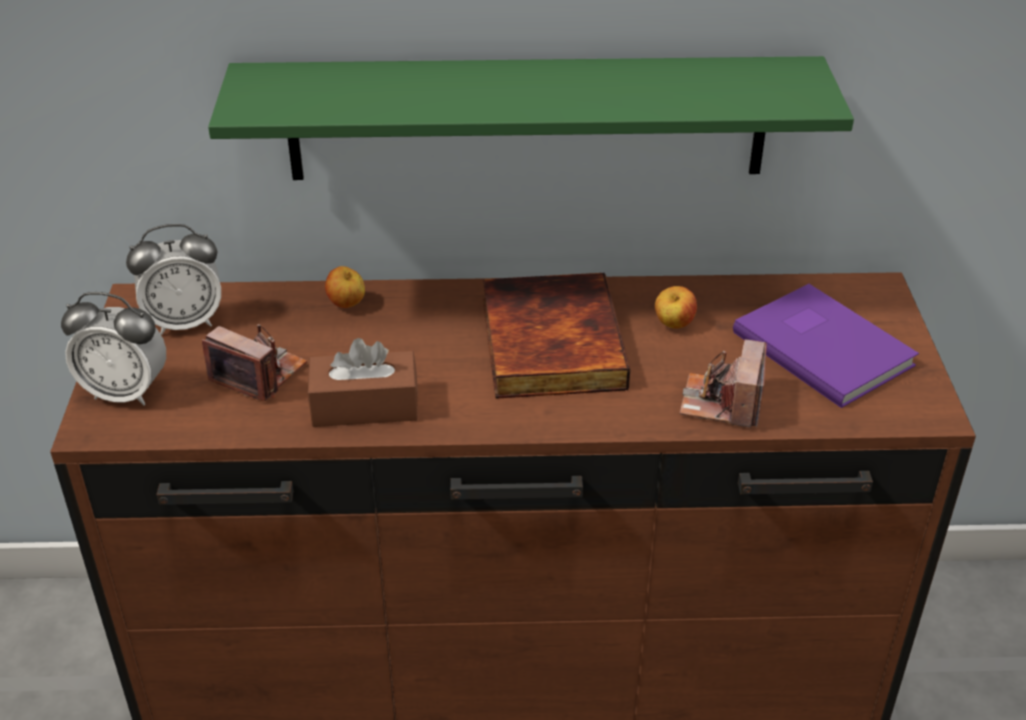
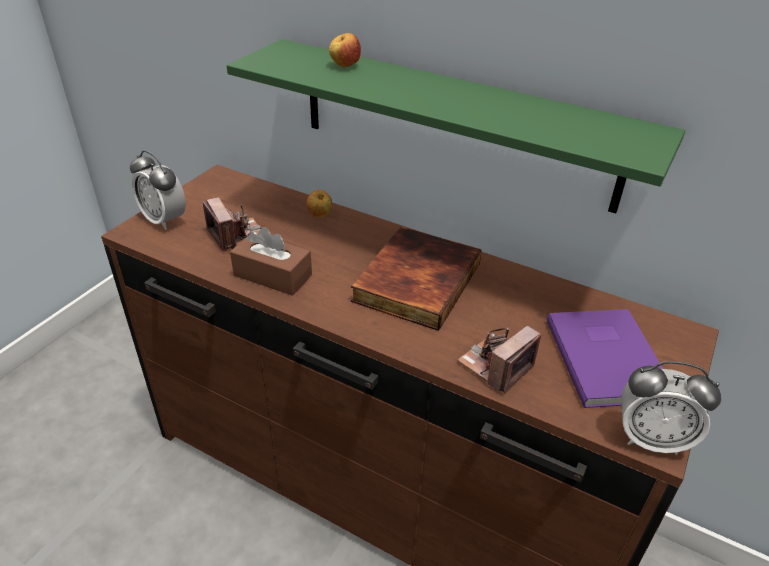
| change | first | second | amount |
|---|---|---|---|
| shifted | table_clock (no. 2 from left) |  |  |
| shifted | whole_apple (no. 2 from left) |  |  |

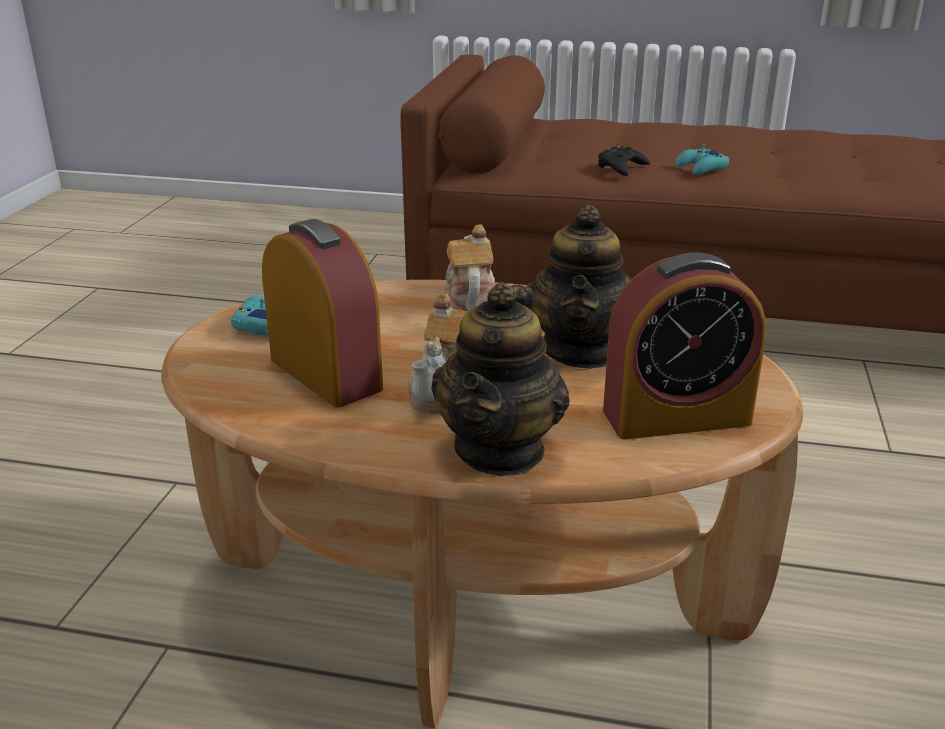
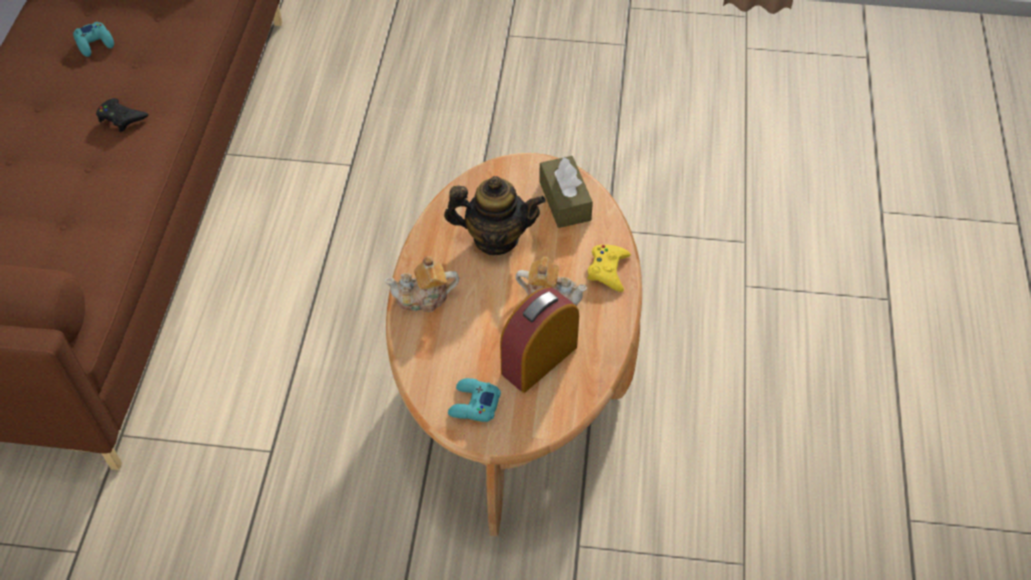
| change | first | second | amount |
|---|---|---|---|
| swapped | pot_for_tea (no. 3 from left) | yellow-coloured_joypad |  |
| shifted | black-coloured_joypad |  |  |
| swapped | table_clock (no. 2 from left) | brownish_box_of_tissues |  |
| shifted | turquoise_joypad (no. 2 from left in the first image) | turquoise_joypad (no. 1 from left) |  |

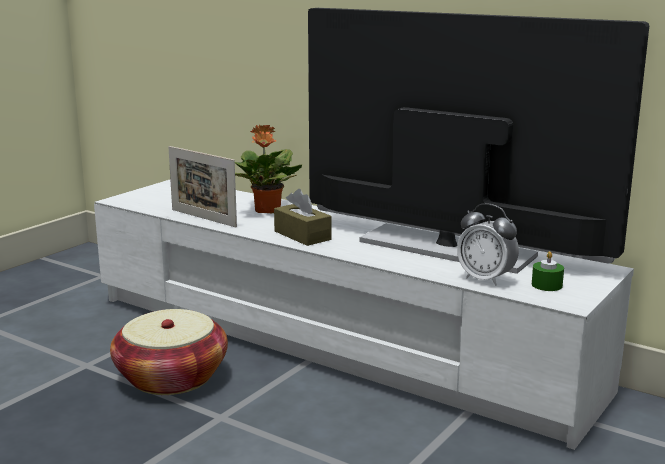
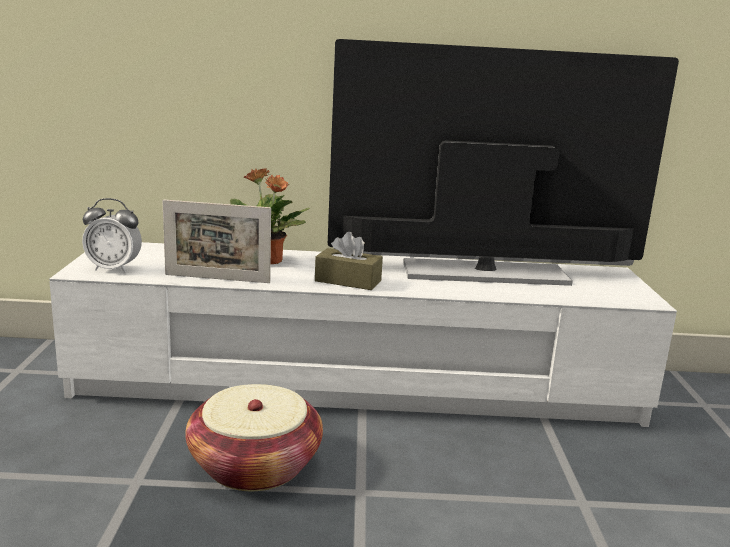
| change | first | second | amount |
|---|---|---|---|
| shifted | table_clock |  |  |
| gone | greenish_wax_candle |  |  |

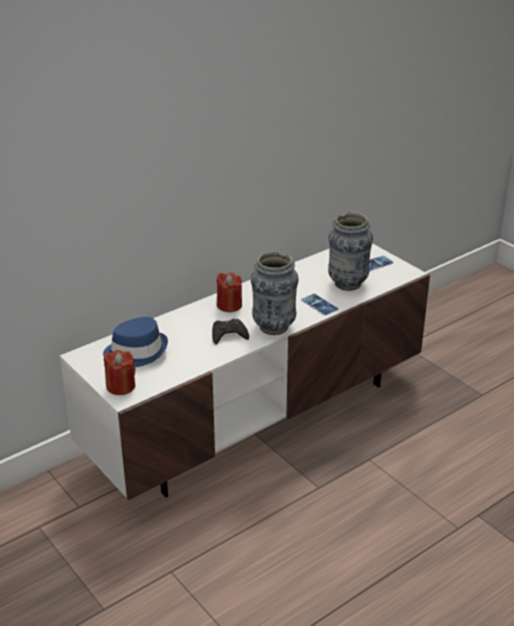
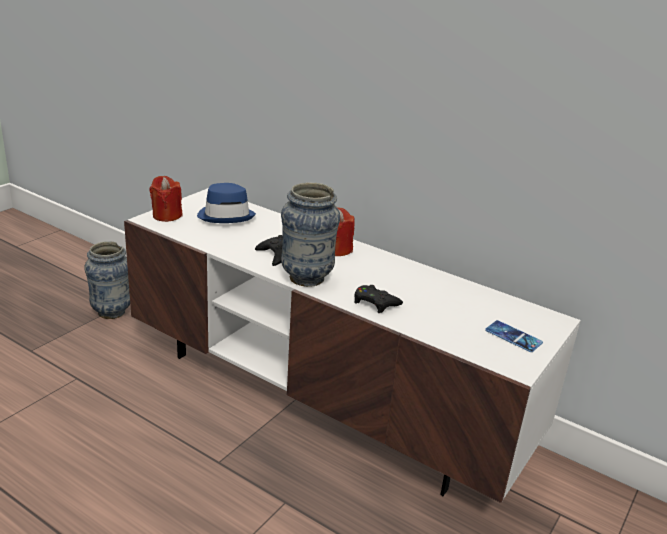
| change | first | second | amount |
|---|---|---|---|
| swapped | handset (no. 1 from left) | black-coloured_joypad (no. 2 from left) |  |
| shifted | decorative_vase (no. 2 from left in the first image) | decorative_vase (no. 1 from left) |  |

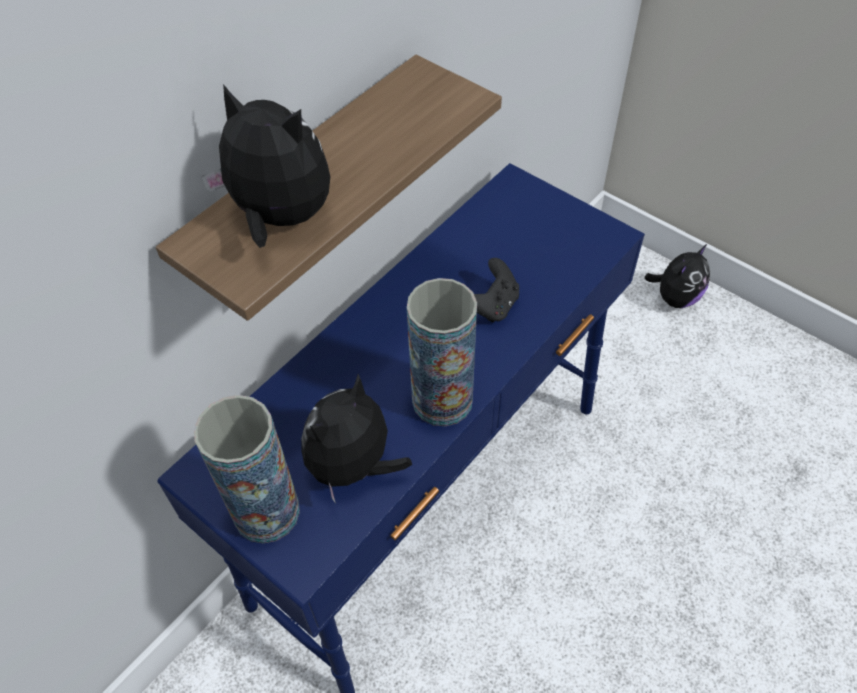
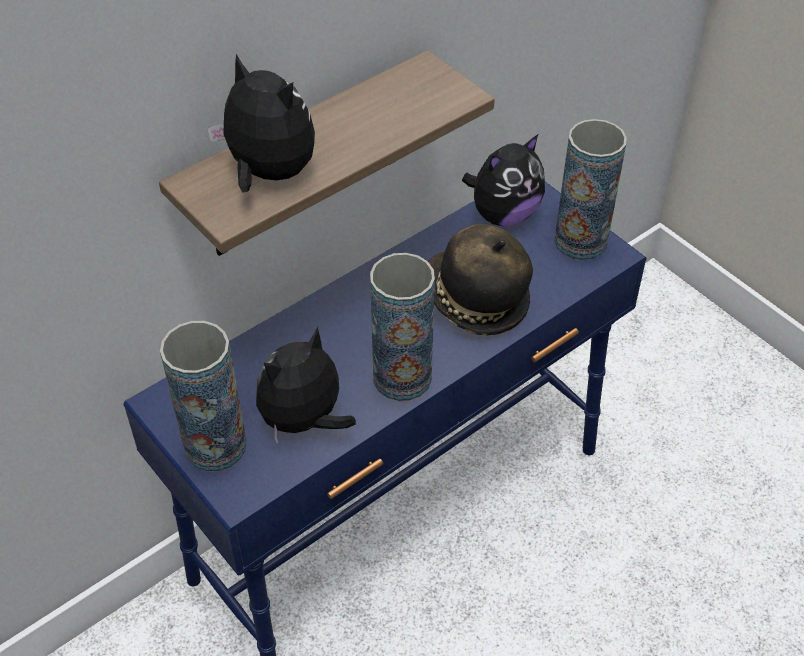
| change | first | second | amount |
|---|---|---|---|
| swapped | black-coloured_joypad | hat |  |
| shifted | soft_toy (no. 3 from left) |  |  |
| new |  | decorative_vase (no. 3 from left) |  |

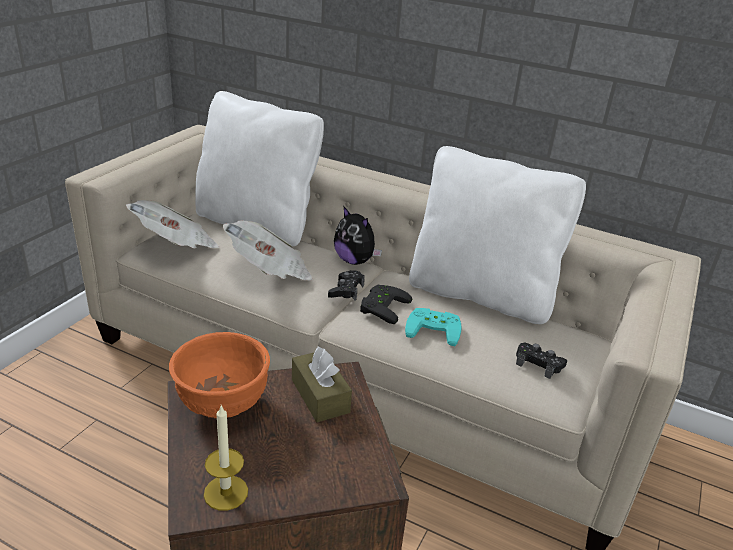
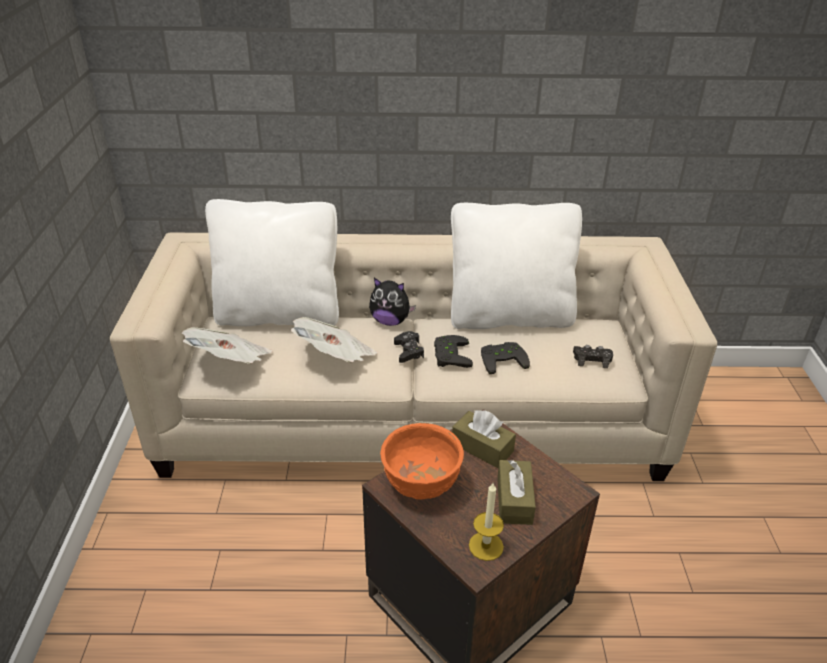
| change | first | second | amount |
|---|---|---|---|
| repainted | turquoise_joypad | black-coloured_joypad (no. 3 from left) |  |
| new |  | brownish_box_of_tissues (no. 2 from left) |  |

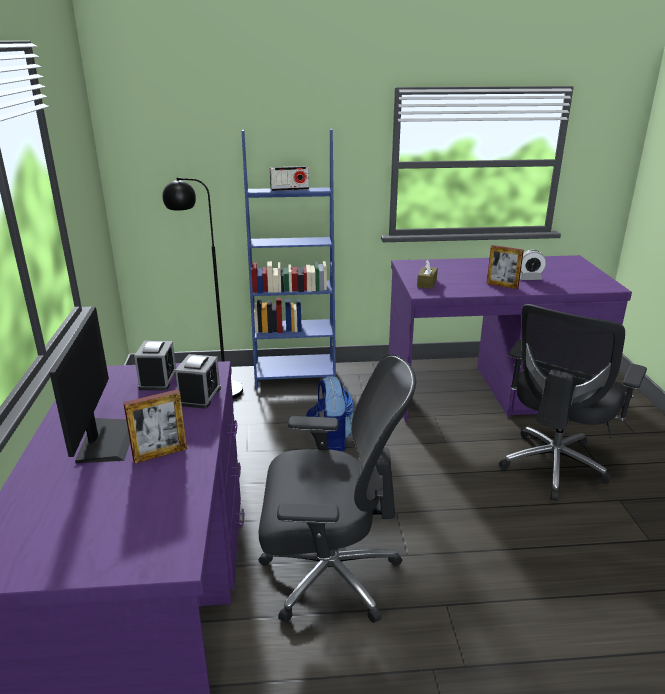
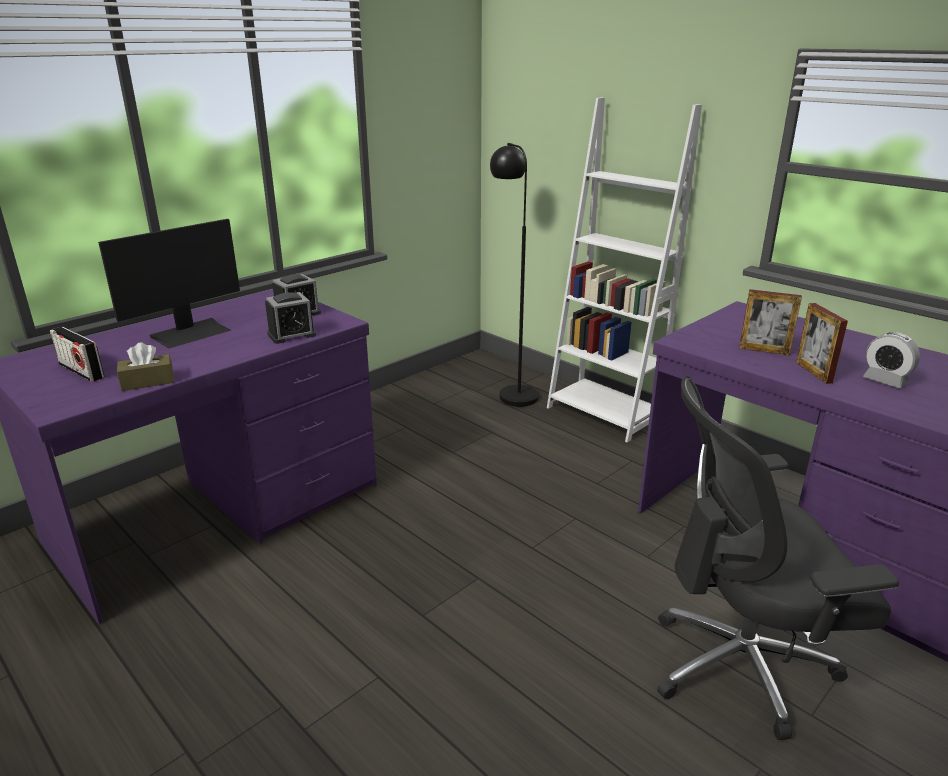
| change | first | second | amount |
|---|---|---|---|
| shifted | picture_frame (no. 1 from left) |  |  |
| repainted | blue_shelving_unit | white_shelving_unit |  |
| gone | desk_chair (no. 1 from left) |  |  |
| shifted | radio_set |  |  |
| gone | backpack |  |  |
| shifted | brownish_box_of_tissues |  |  |

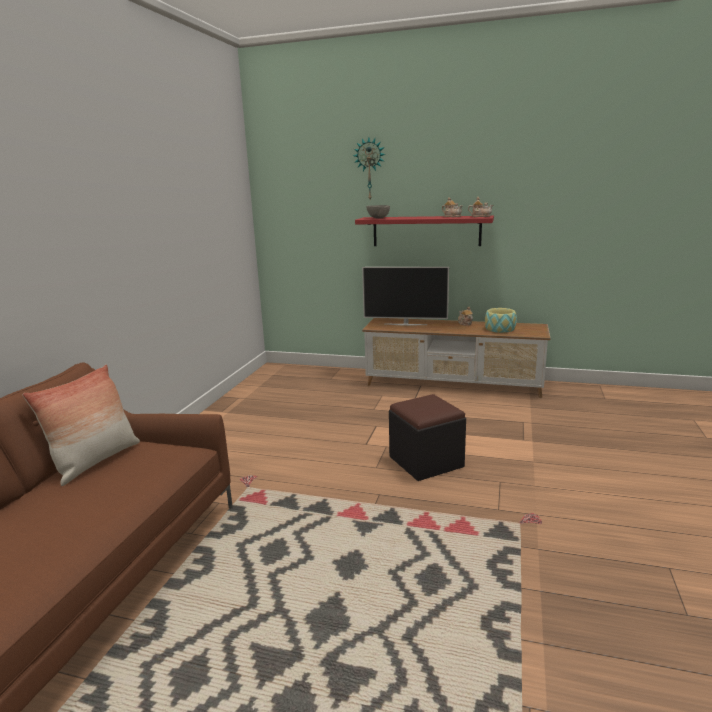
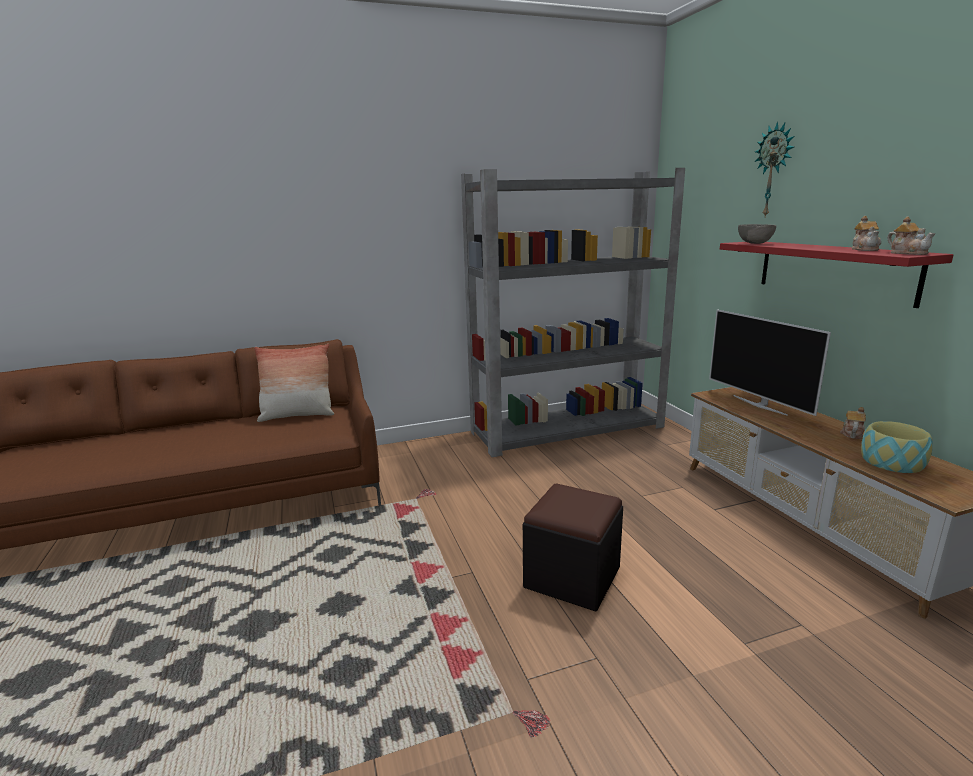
| change | first | second | amount |
|---|---|---|---|
| new |  | grey_shelving_unit |  |

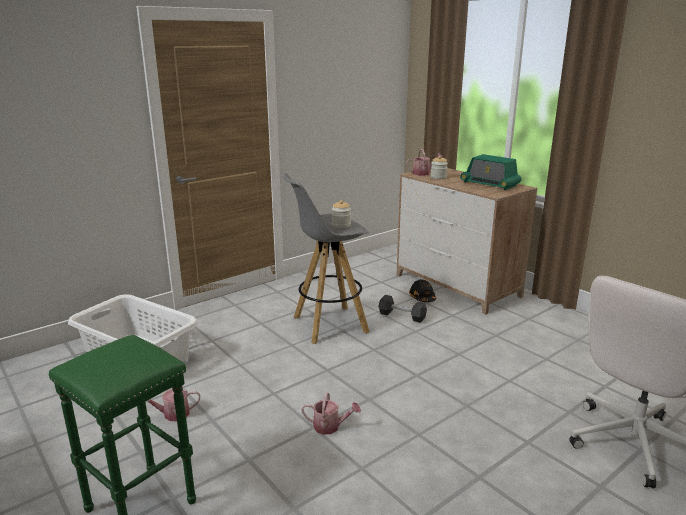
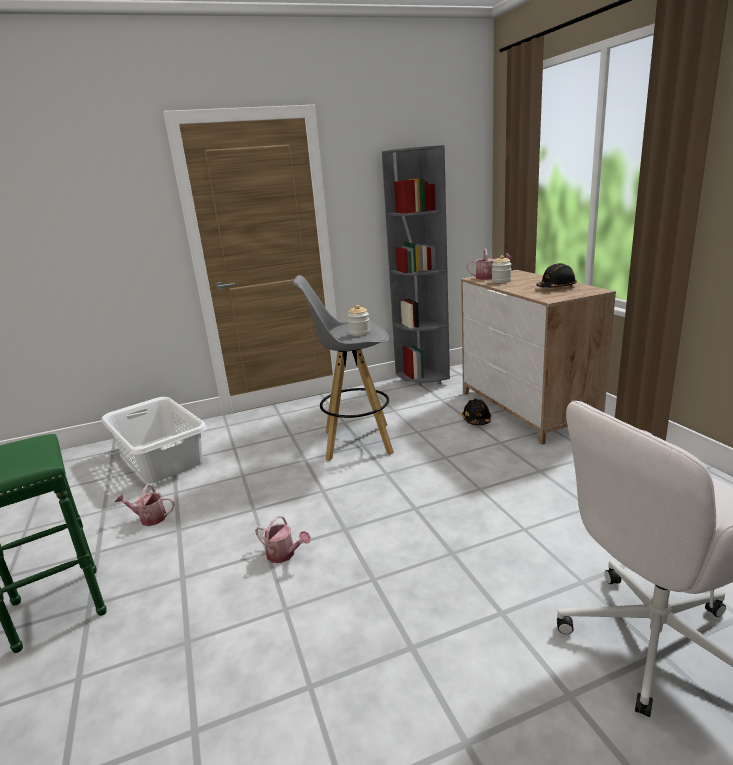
| change | first | second | amount |
|---|---|---|---|
| gone | black-coloured_dumbbell |  |  |
| swapped | radio_set | black-coloured_safety_helmet (no. 2 from left) |  |
| new |  | grey_shelving_unit |  |

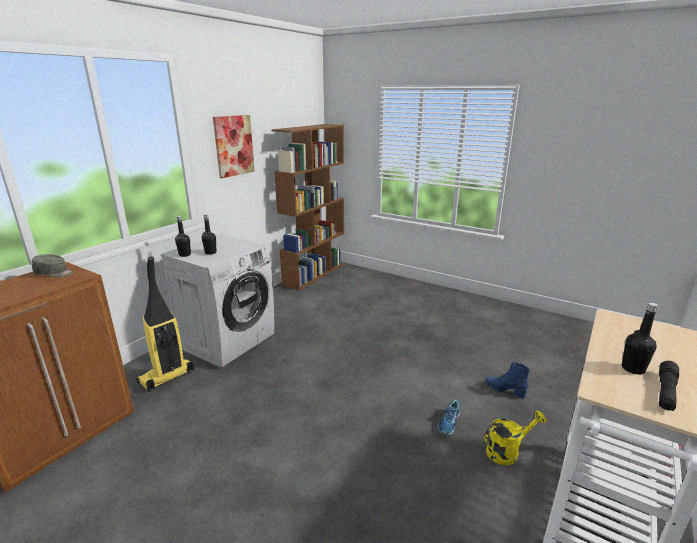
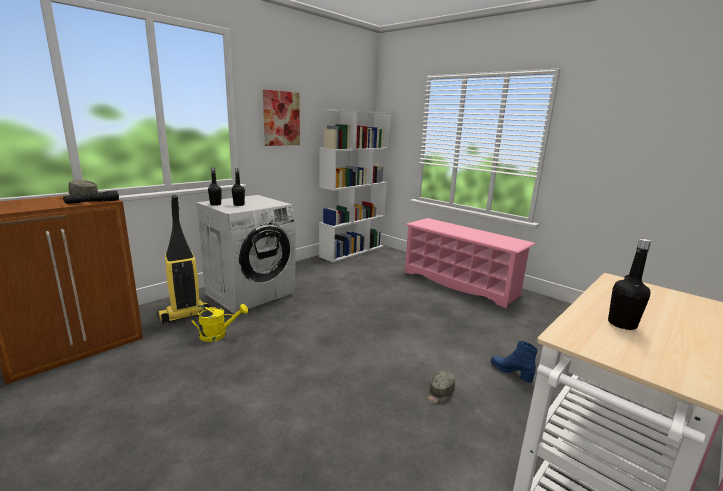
| change | first | second | amount |
|---|---|---|---|
| repainted | brownish_shelving_unit | white_shelving_unit |  |
| swapped | shoe | grey_peaked_cap (no. 2 from left) |  |
| shifted | yellow-coloured_sprinkling_can |  |  |
| shifted | black-coloured_hand_torch |  |  |
| new |  | pink_shoe_rack |  |

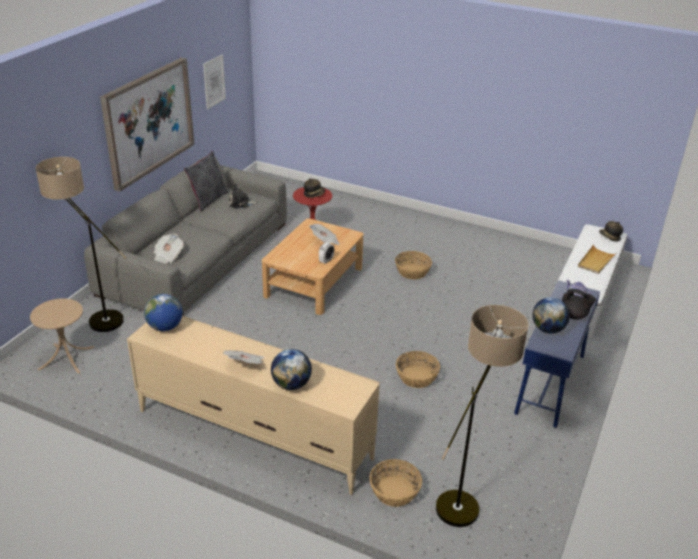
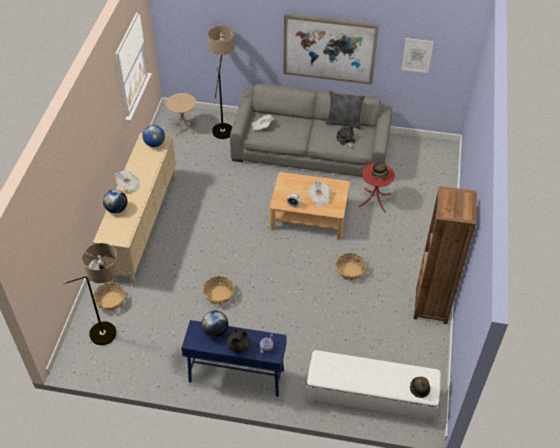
| change | first | second | amount |
|---|---|---|---|
| gone | beige-coloured_serving_tray |  |  |
| new |  | brownish_shelving_unit |  |

